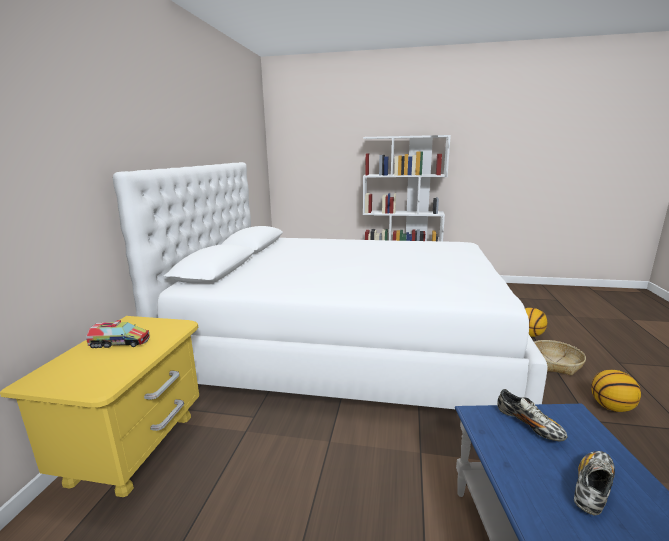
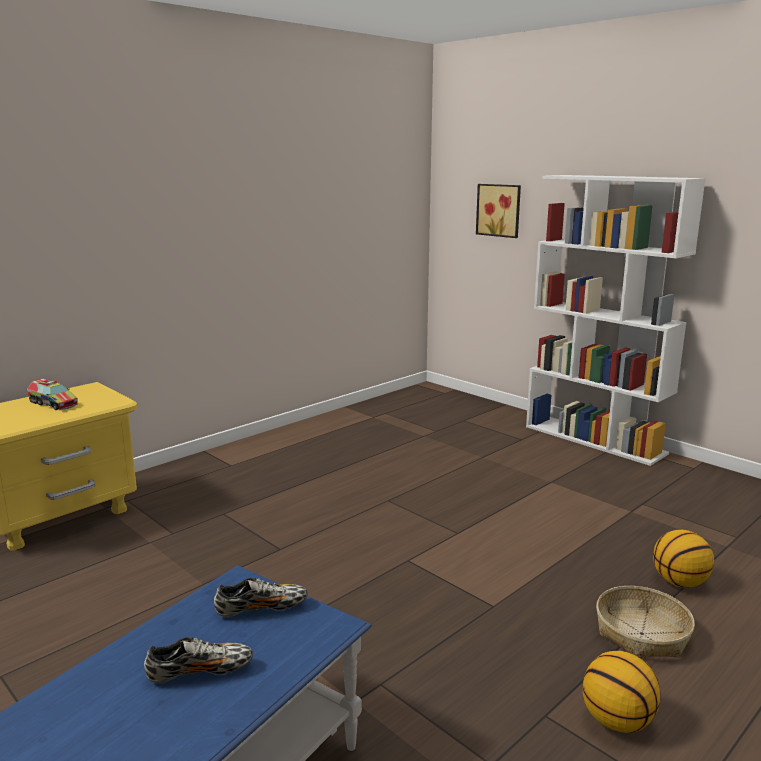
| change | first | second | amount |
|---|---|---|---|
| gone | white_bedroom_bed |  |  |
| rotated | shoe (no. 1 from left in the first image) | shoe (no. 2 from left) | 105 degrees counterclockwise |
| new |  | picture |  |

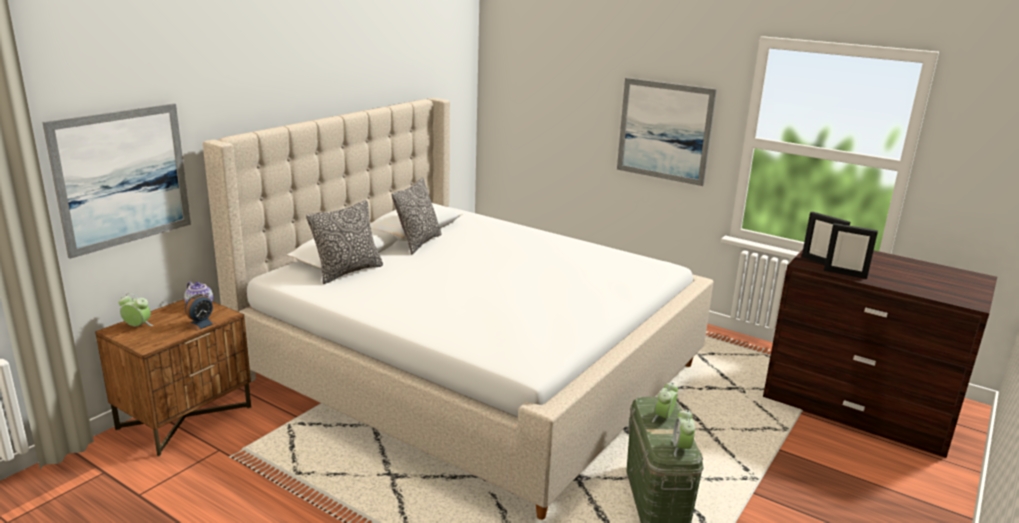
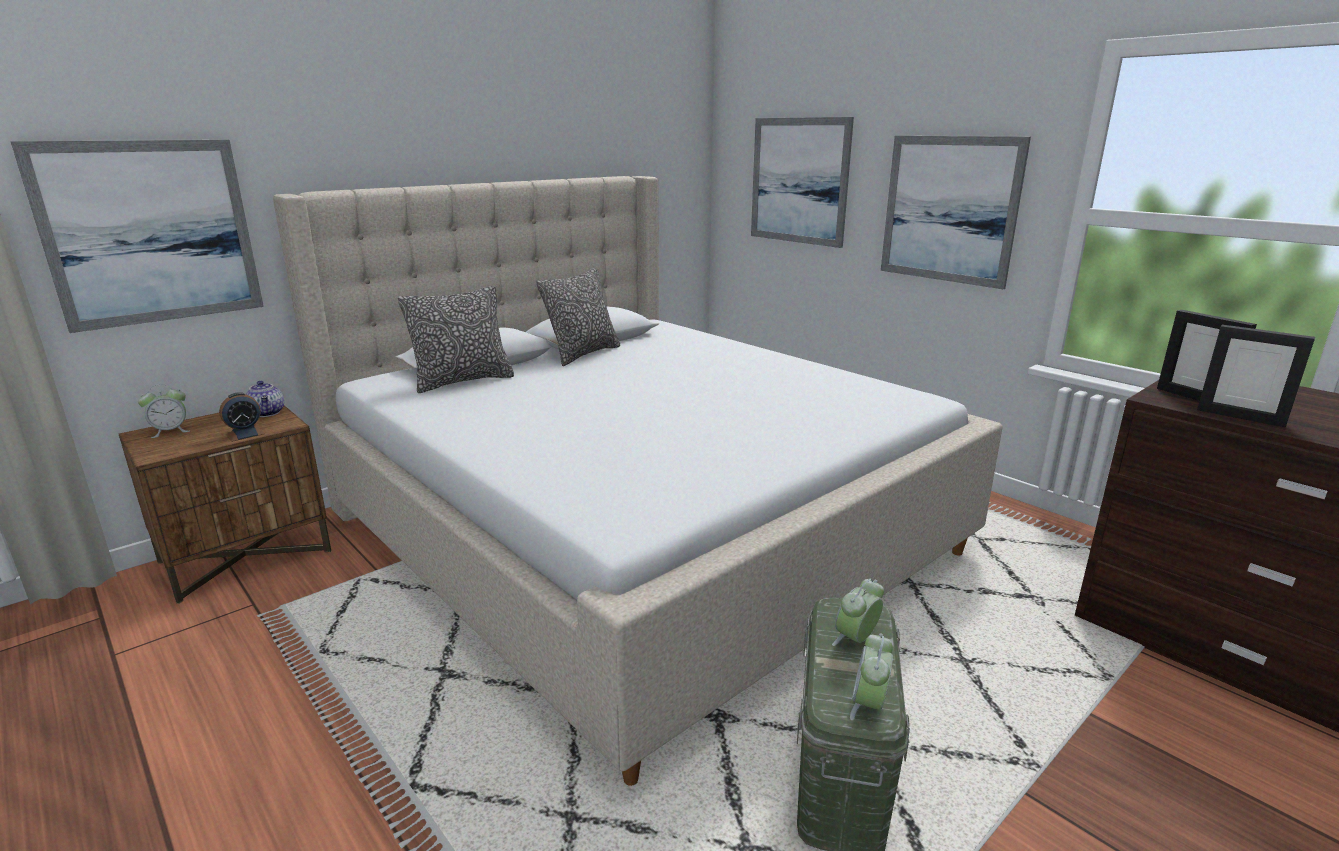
| change | first | second | amount |
|---|---|---|---|
| rotated | table_clock (no. 1 from left) |  | 120 degrees clockwise |
| new |  | picture (no. 2 from left) |  |

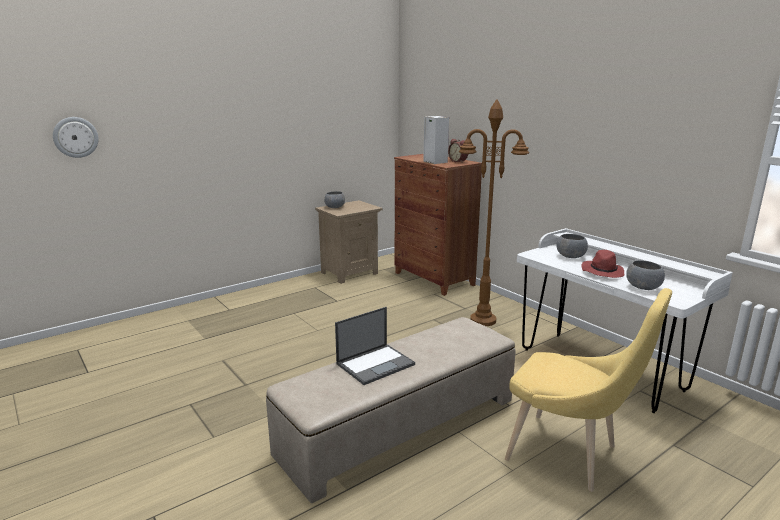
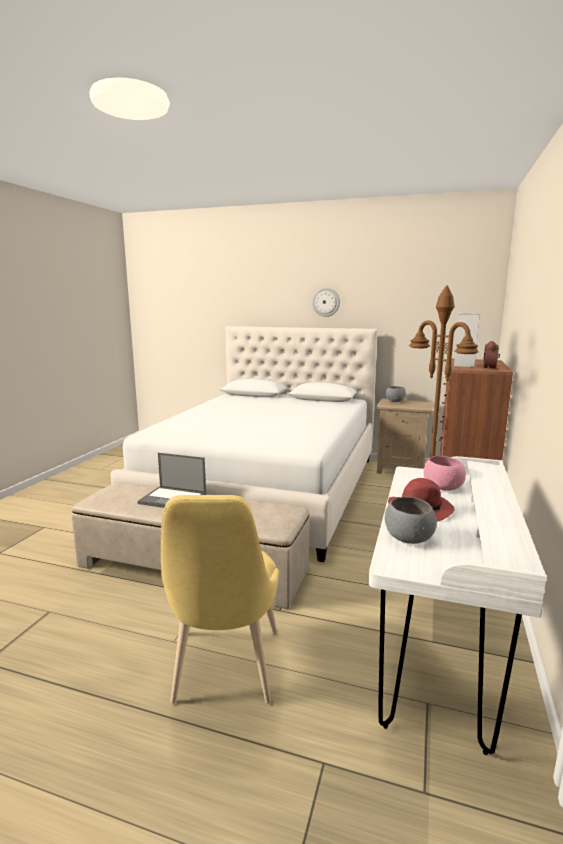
| change | first | second | amount |
|---|---|---|---|
| shifted | clock_on_the_wall |  |  |
| repainted | grey_deep_dish (no. 2 from left) | pink_deep_dish |  |
| new |  | white_bedroom_bed |  |

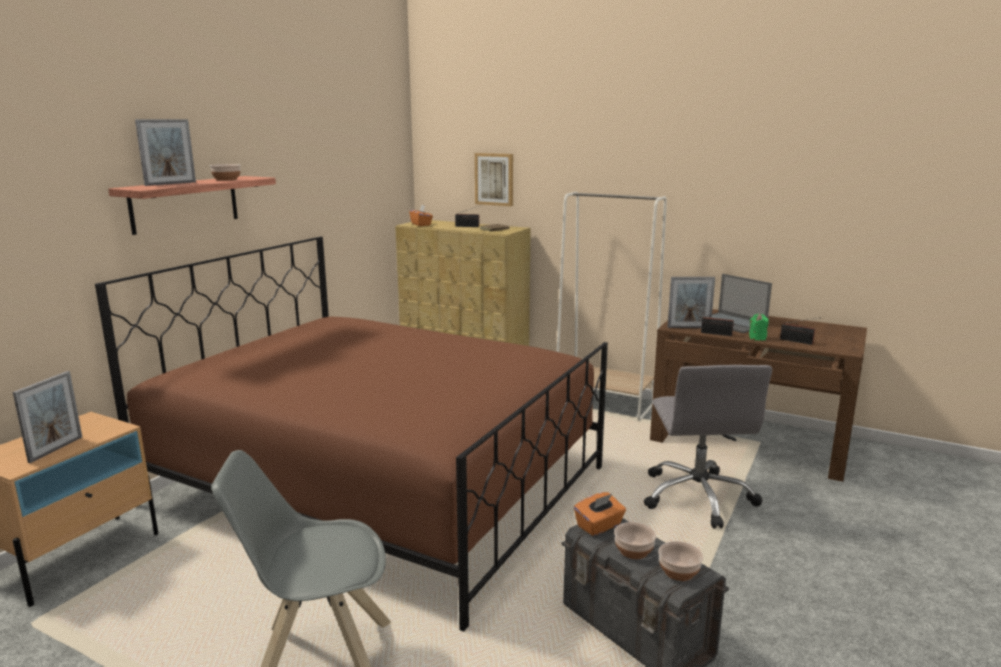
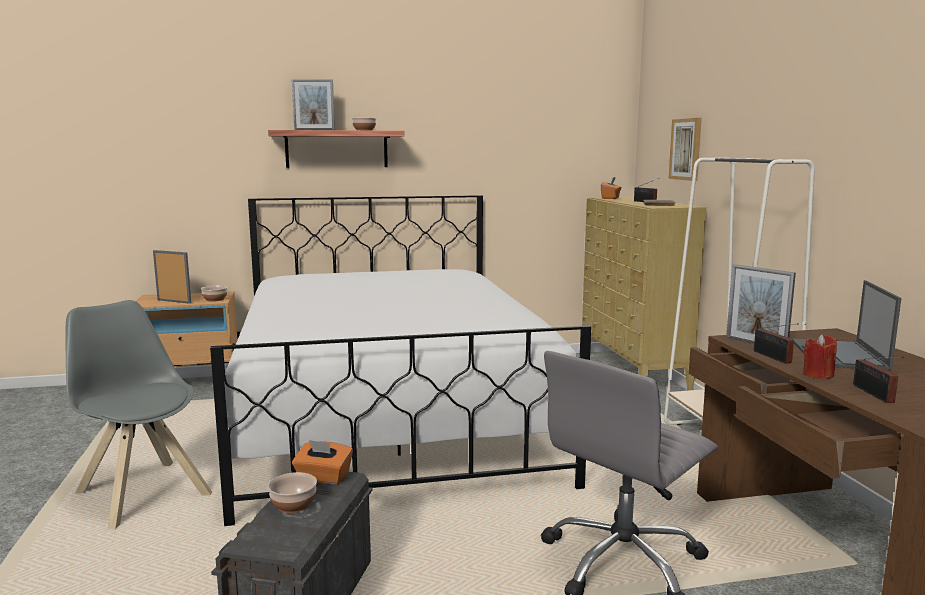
| change | first | second | amount |
|---|---|---|---|
| rotated | picture_frame (no. 1 from left) |  | 135 degrees counterclockwise |
| repainted | brownish_bedroom_bed | white_bedroom_bed |  |
| shifted | deep_dish (no. 3 from left in the first image) | deep_dish (no. 1 from left) |  |
| repainted | greenish_wax_candle | reddish_wax_candle |  |

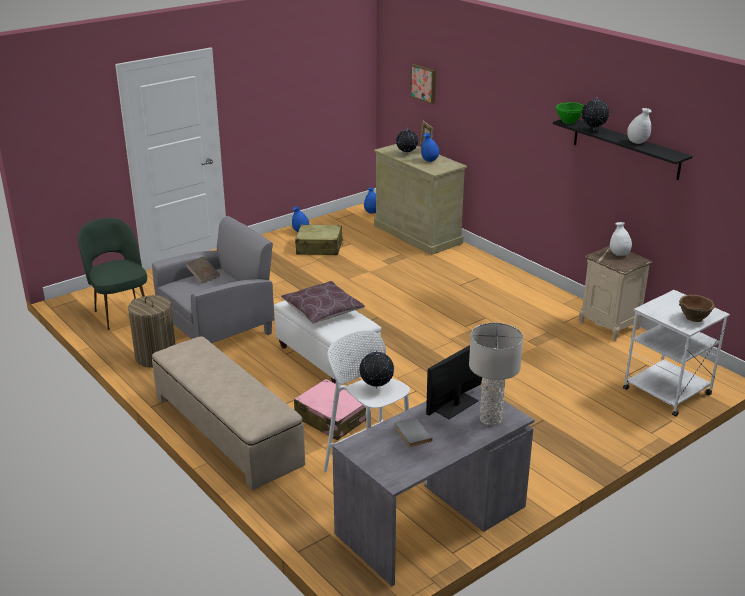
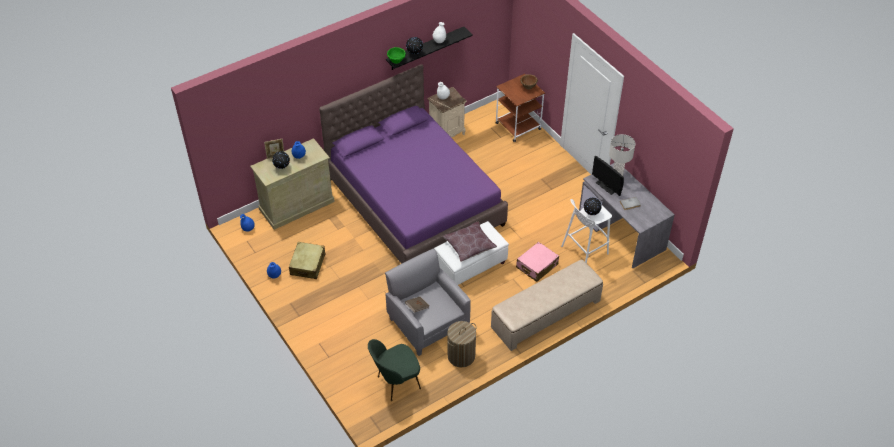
| change | first | second | amount |
|---|---|---|---|
| gone | picture |  |  |
| repainted | white_wheeled_cart | brownish_wheeled_cart |  |
| new |  | purple_bedroom_bed |  |

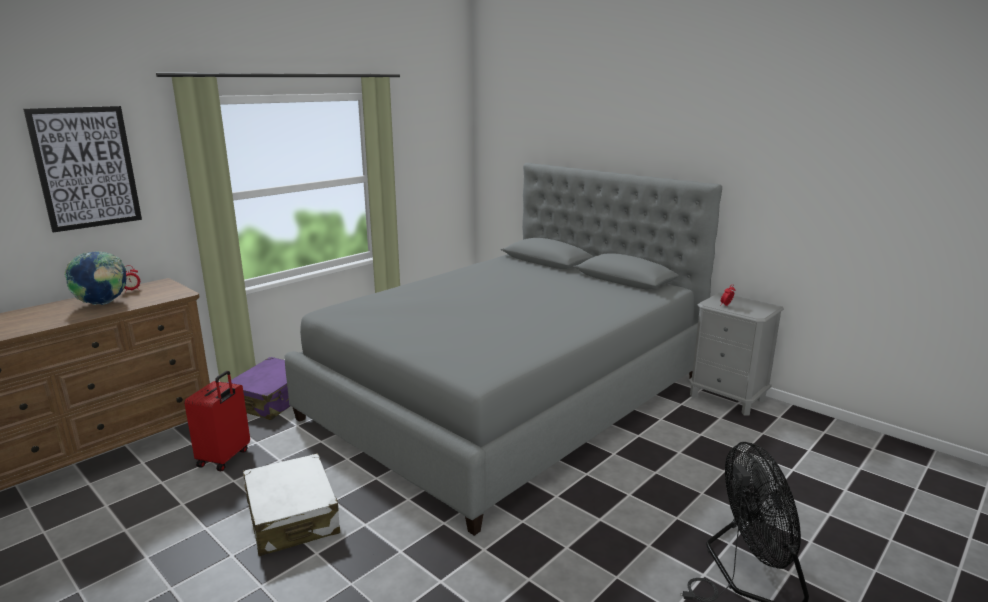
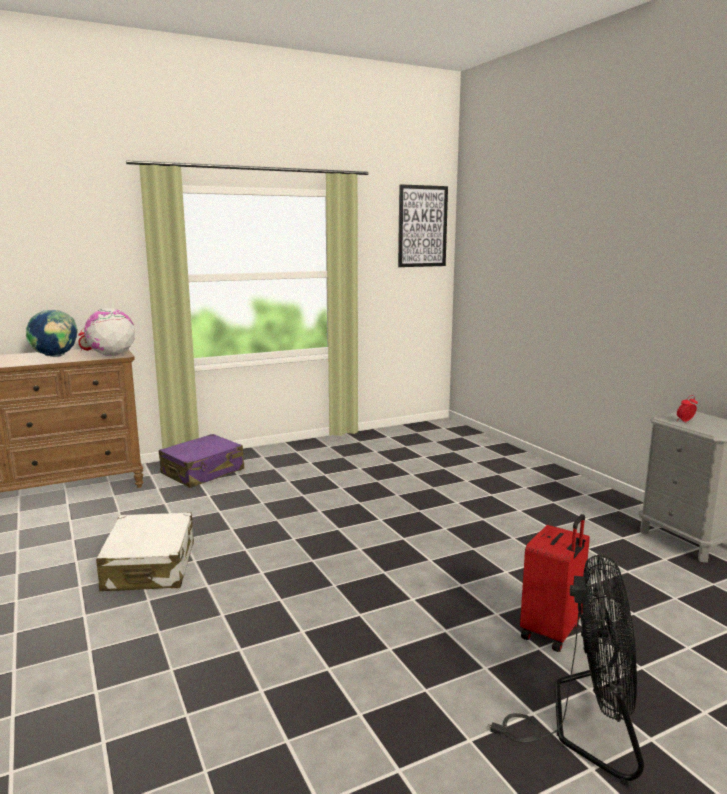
| change | first | second | amount |
|---|---|---|---|
| shifted | picture |  |  |
| shifted | reddish_piece_of_luggage |  |  |
| gone | grey_bedroom_bed |  |  |
| new |  | desk_globe (no. 2 from left) |  |

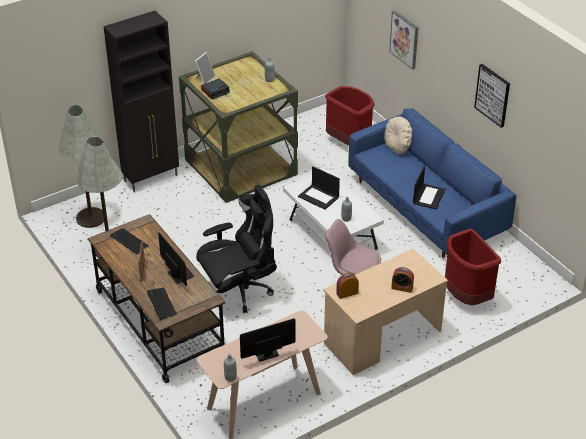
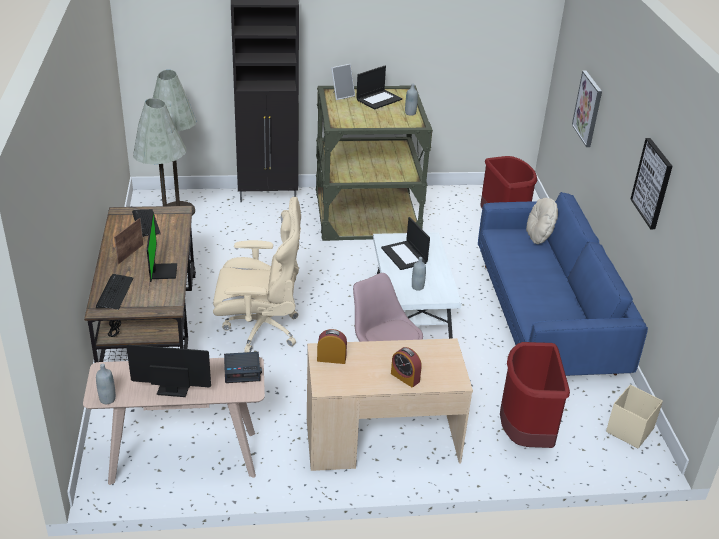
| change | first | second | amount |
|---|---|---|---|
| repainted | black-coloured_desk_chair | beige-coloured_desk_chair |  |
| shifted | table_clock (no. 1 from left) |  |  |
| shifted | notebook_computer (no. 2 from left in the first image) | notebook_computer (no. 1 from left) |  |
| new |  | beige-coloured_storage_box |  |

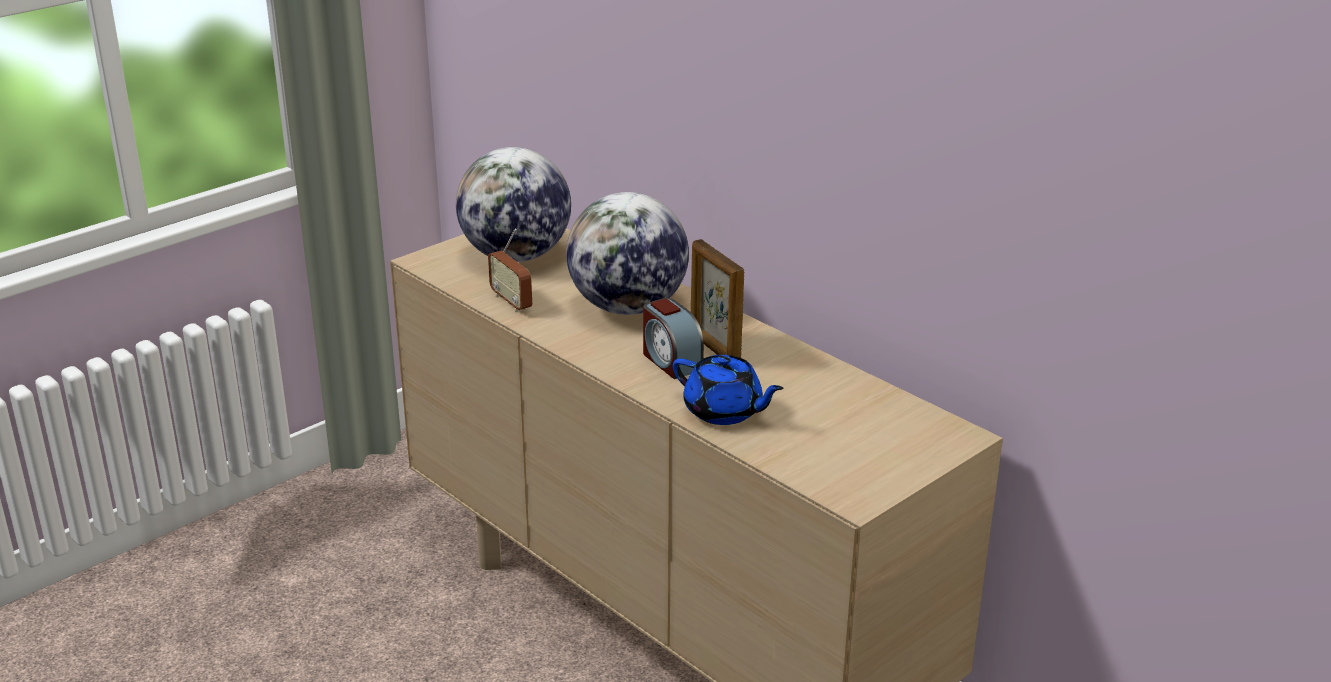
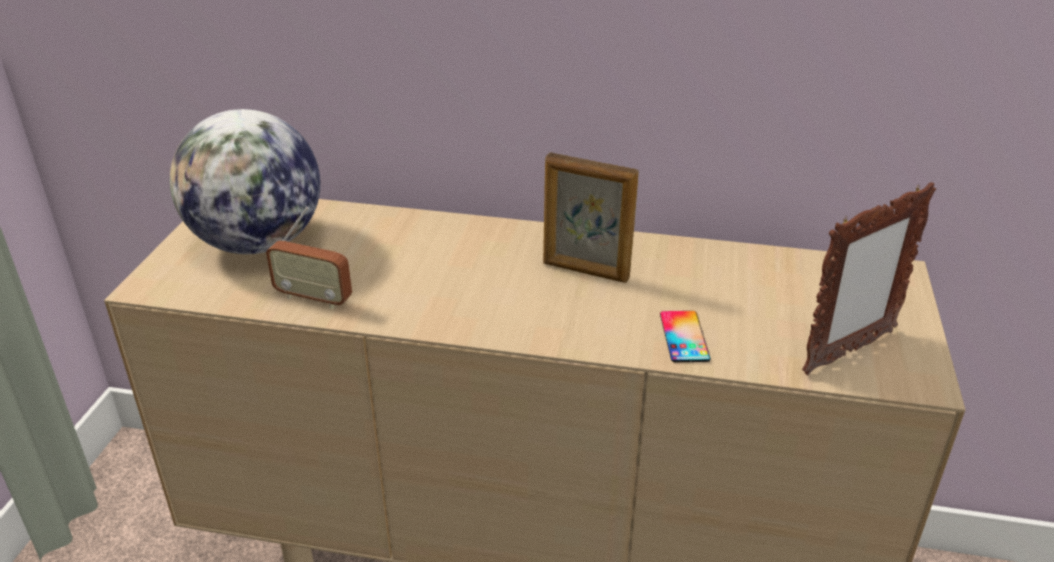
| change | first | second | amount |
|---|---|---|---|
| gone | desk_globe (no. 2 from left) |  |  |
| gone | table_clock |  |  |
| swapped | blue_pot_for_tea | handset |  |
| new |  | picture_frame (no. 2 from left) |  |

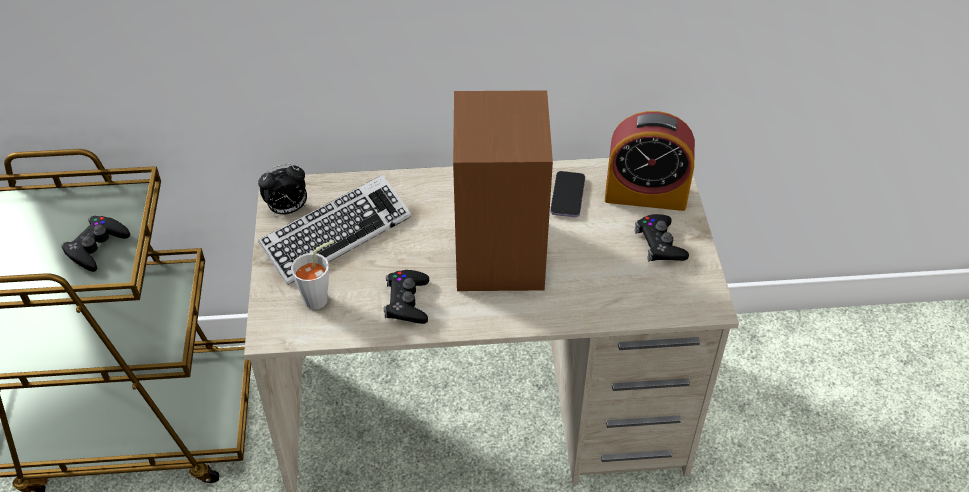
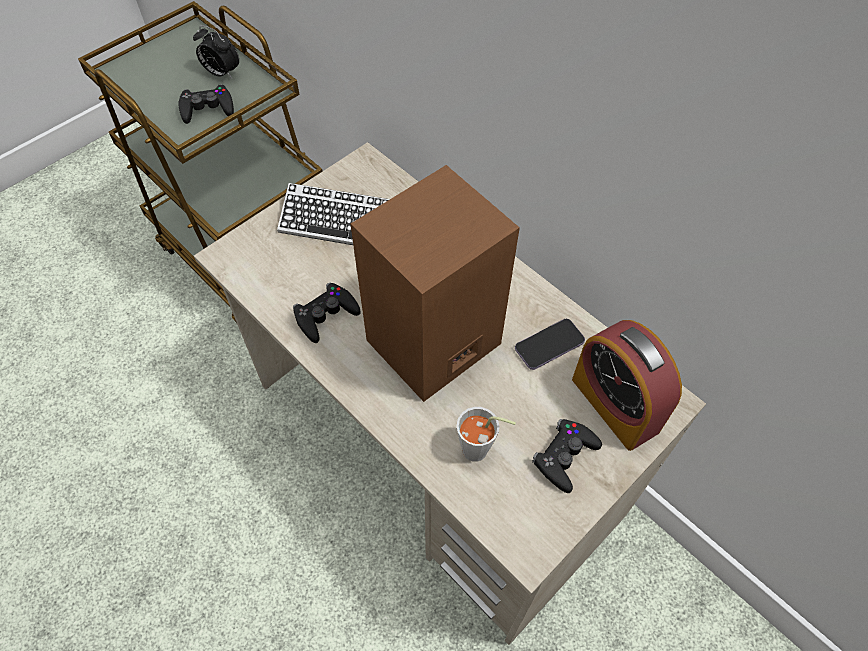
| change | first | second | amount |
|---|---|---|---|
| shifted | table_clock (no. 1 from left) |  |  |
| shifted | grey_drinking_cup |  |  |

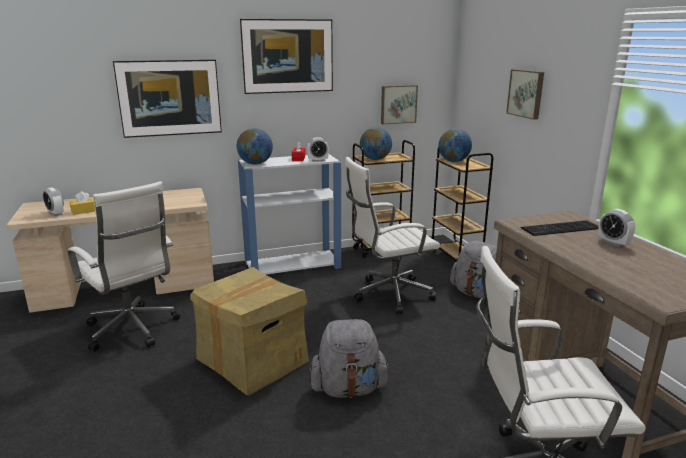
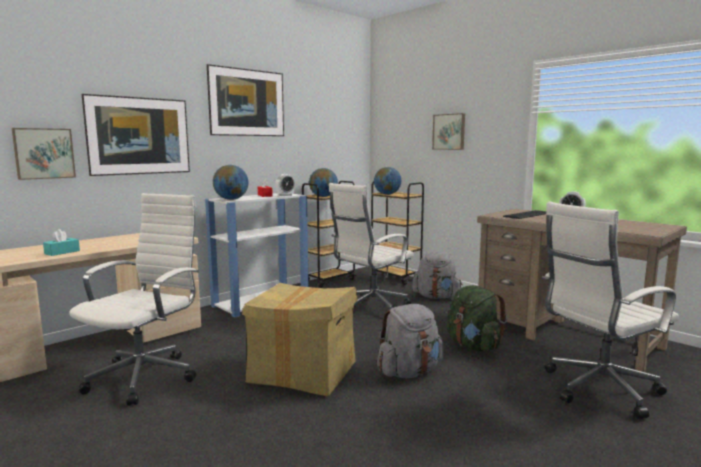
| change | first | second | amount |
|---|---|---|---|
| gone | table_clock (no. 1 from left) |  |  |
| rotated | white_desk_chair (no. 1 from left) |  | 90 degrees counterclockwise |
| repainted | yellow-coloured_box_of_tissues | turquoise_box_of_tissues |  |
| shifted | picture (no. 3 from left in the first image) | picture (no. 1 from left) |  |
| new |  | greenish_backpack |  |

